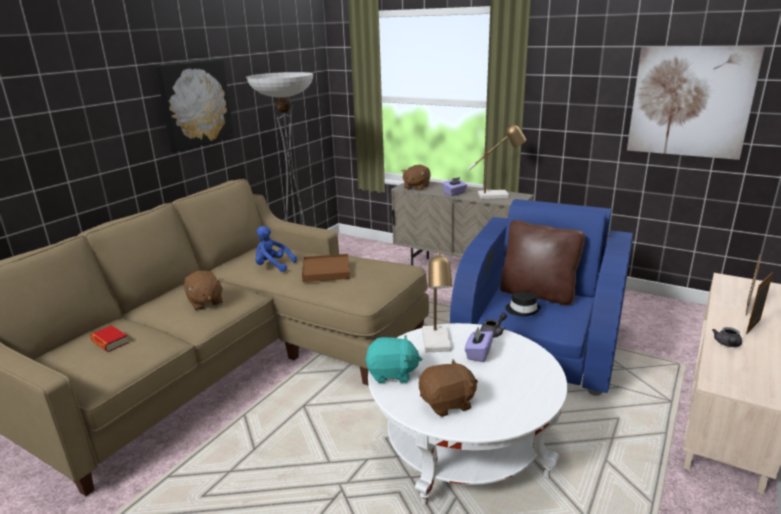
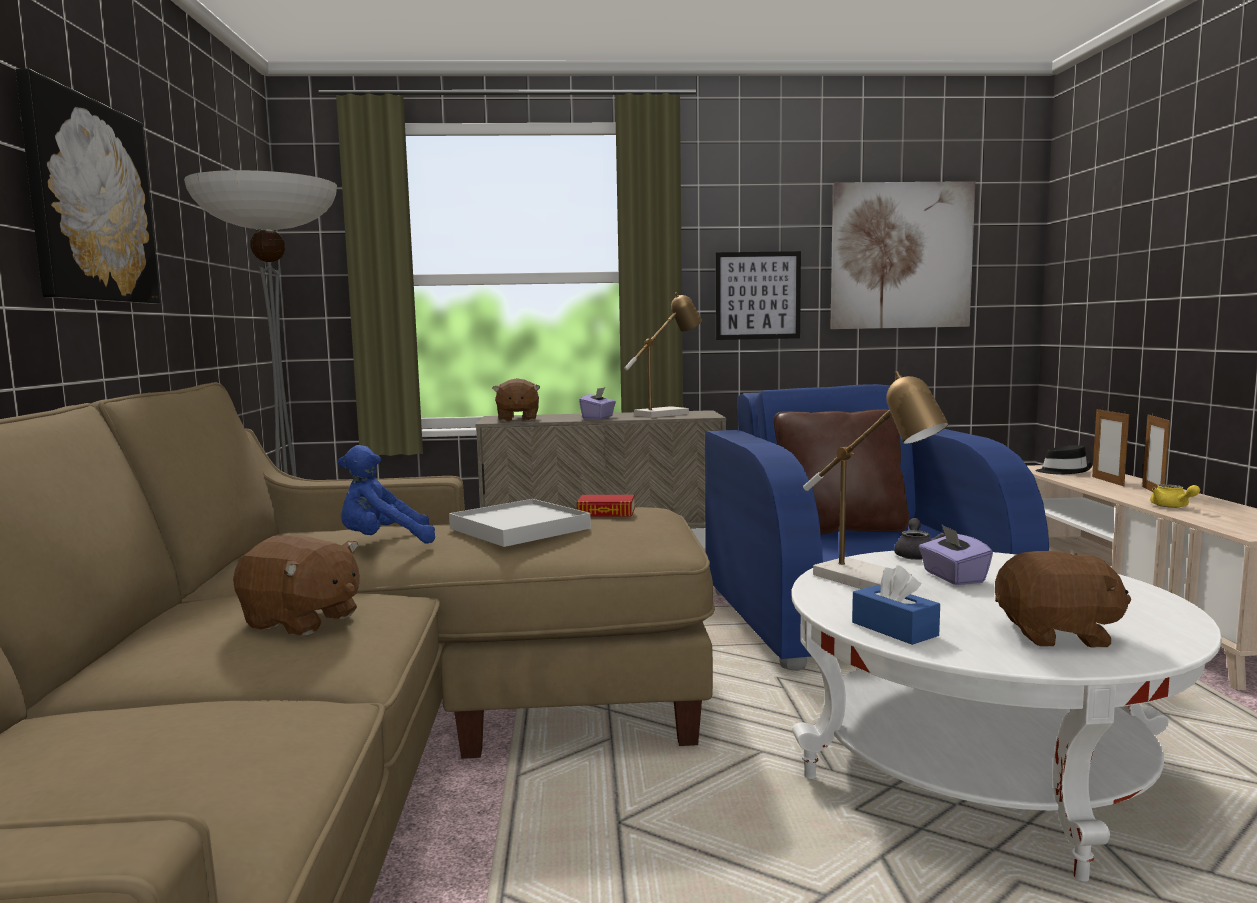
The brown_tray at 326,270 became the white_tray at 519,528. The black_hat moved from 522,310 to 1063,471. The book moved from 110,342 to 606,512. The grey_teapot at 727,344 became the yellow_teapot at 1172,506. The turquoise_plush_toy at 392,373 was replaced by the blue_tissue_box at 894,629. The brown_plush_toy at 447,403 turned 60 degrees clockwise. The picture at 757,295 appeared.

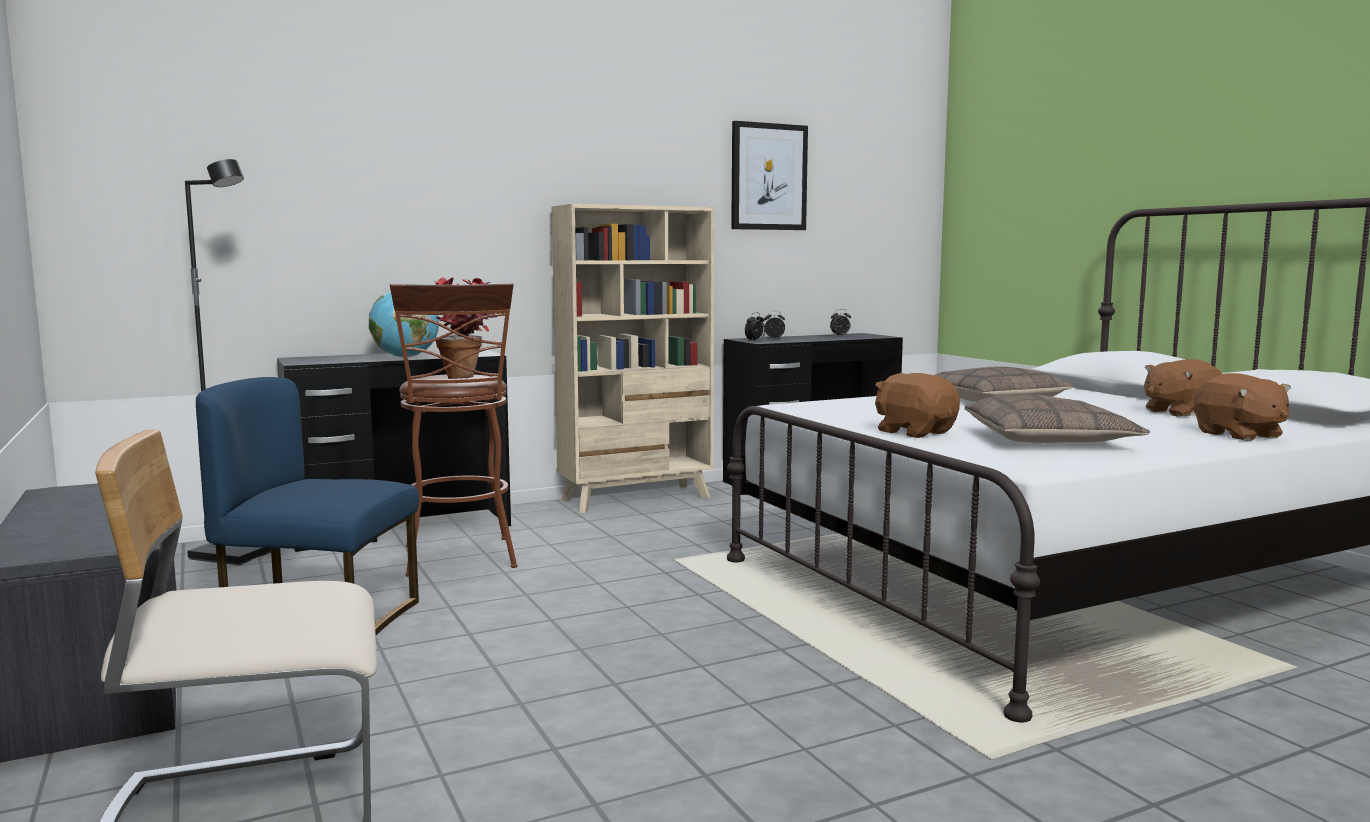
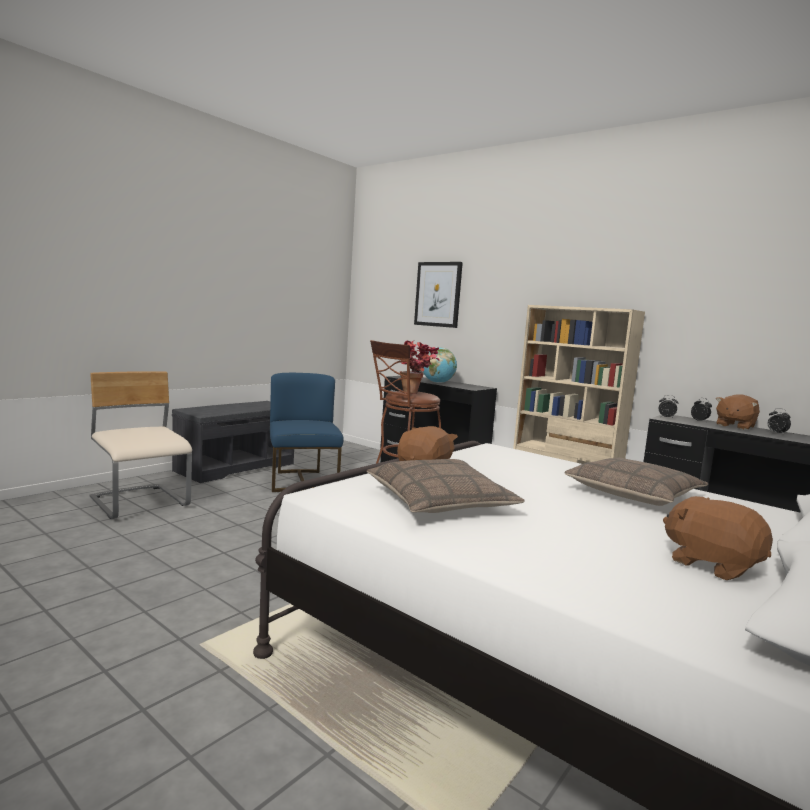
The picture moved from 768,177 to 438,294. The black_floor_lamp at 234,555 disappeared. The brown_plush_toy moved from 1239,435 to 734,426.

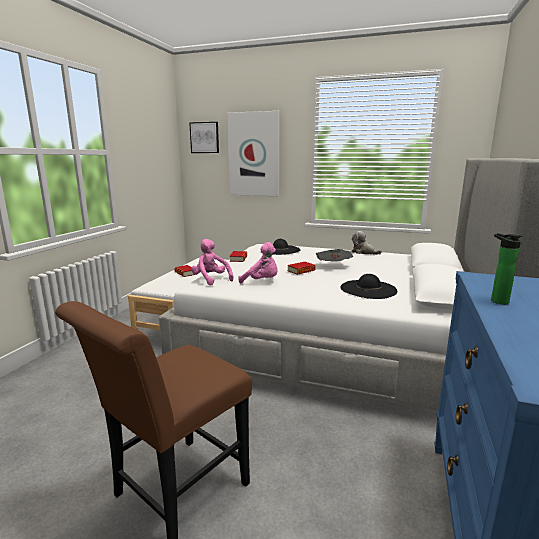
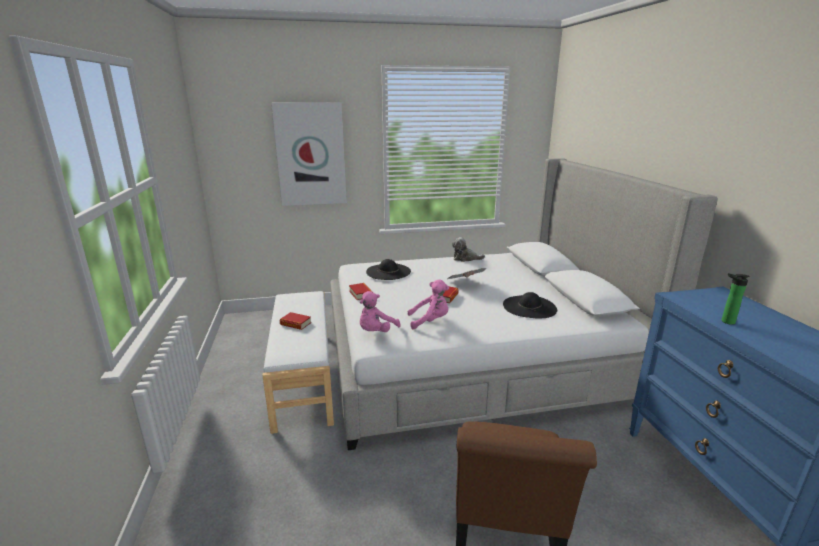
The picture at 204,137 disappeared. The pink_plush_toy at 211,279 turned 75 degrees counterclockwise.

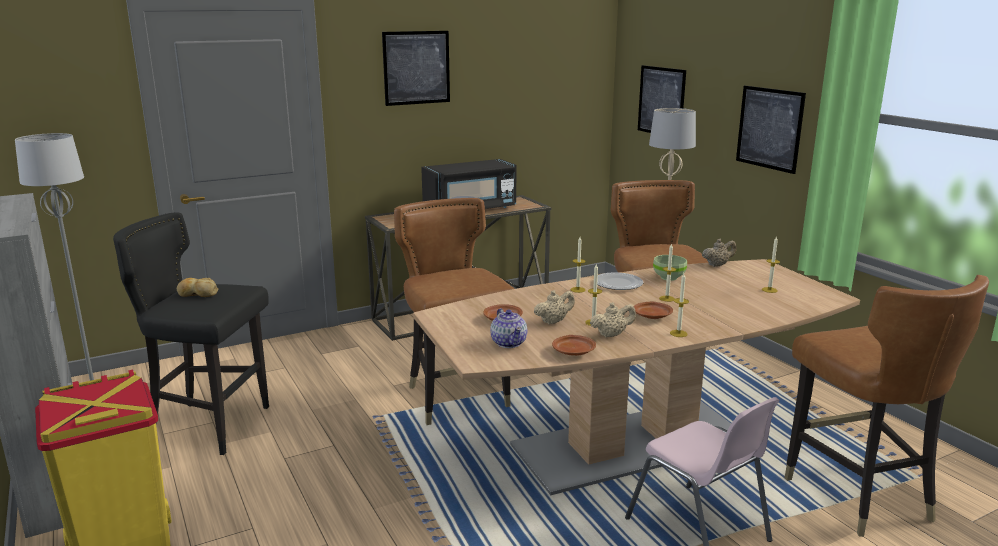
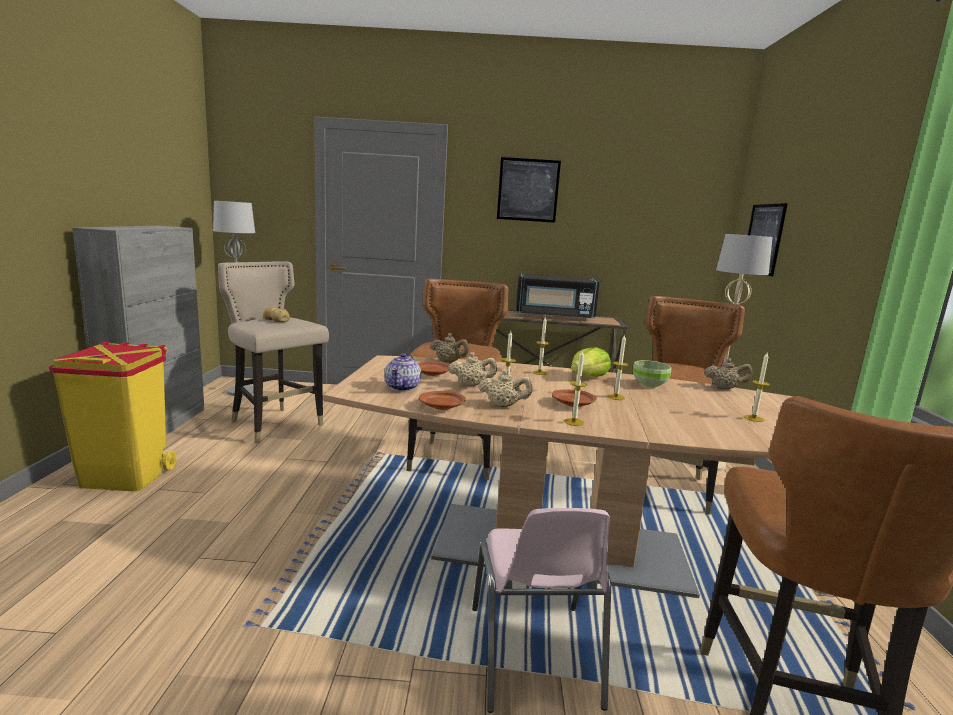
The picture at 769,128 disappeared. The black_stool at 212,425 became the beige_stool at 276,425. The plate at 618,283 was replaced by the lettuce at 588,377. The beige_teapot at 449,362 appeared.

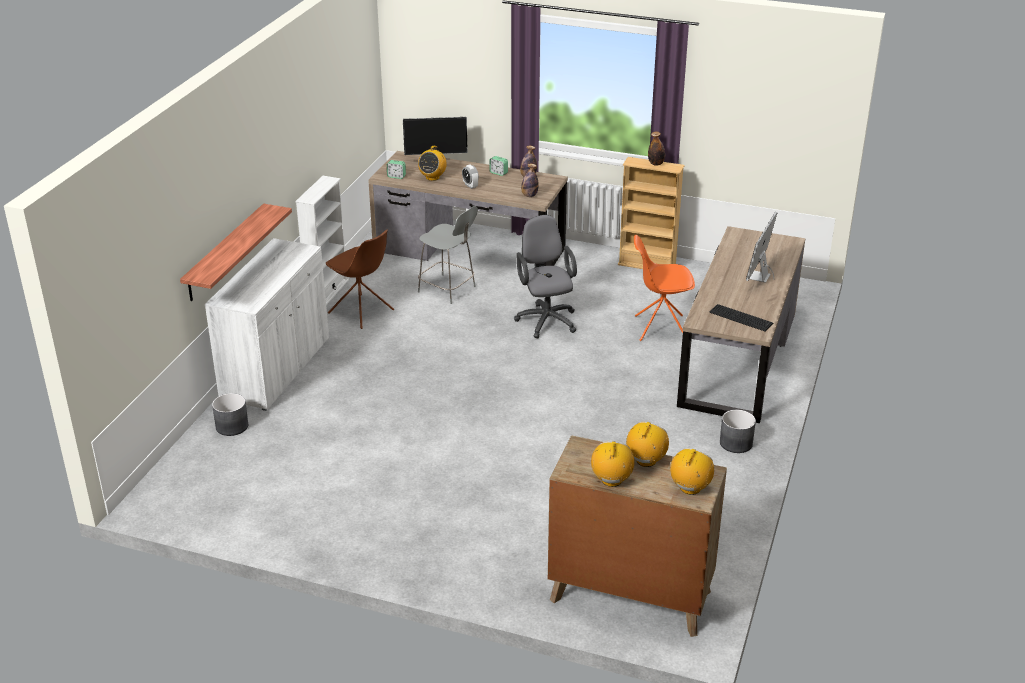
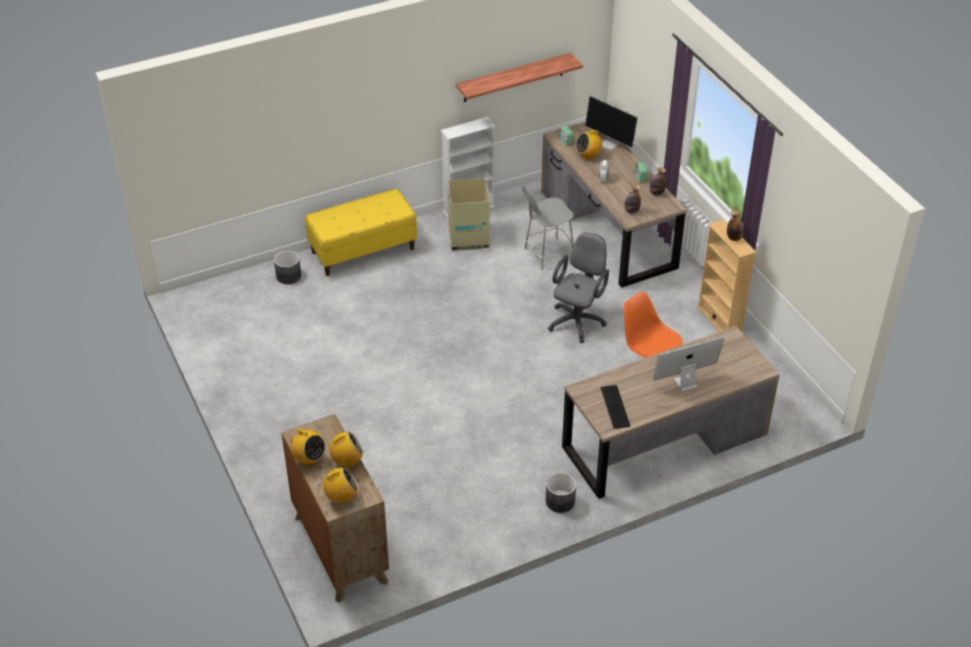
The shelf moved from 225,252 to 513,78. The grey_chair at 448,290 turned 75 degrees clockwise. The brown_chair at 362,312 was replaced by the cardboard_box at 468,238. The white_cabinet at 276,369 was replaced by the yellow_bench at 363,250. The radio at 611,480 turned 75 degrees clockwise.

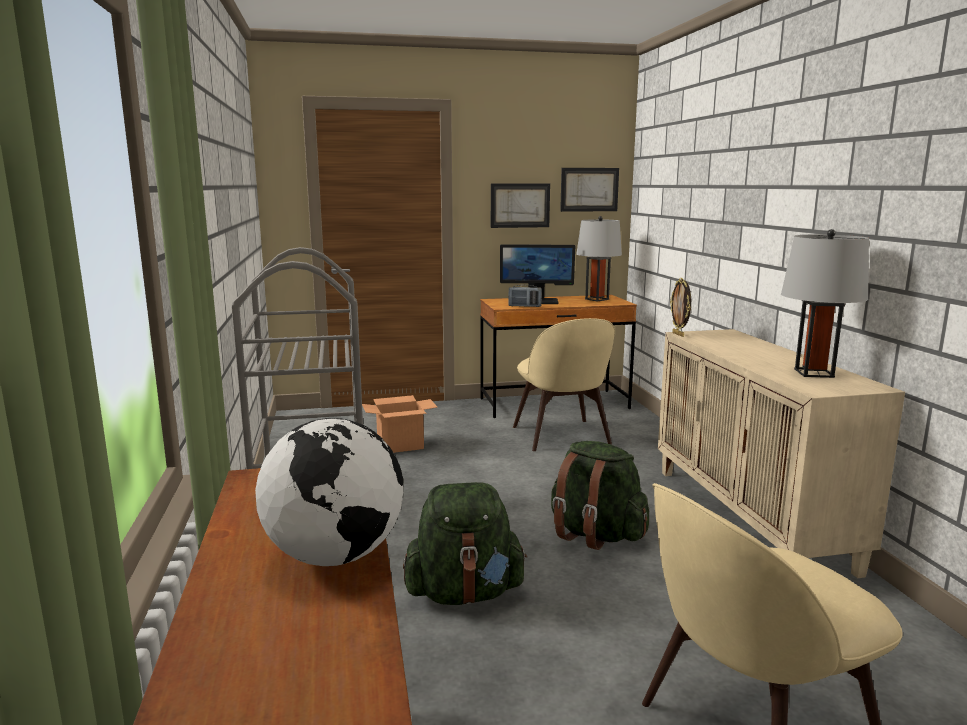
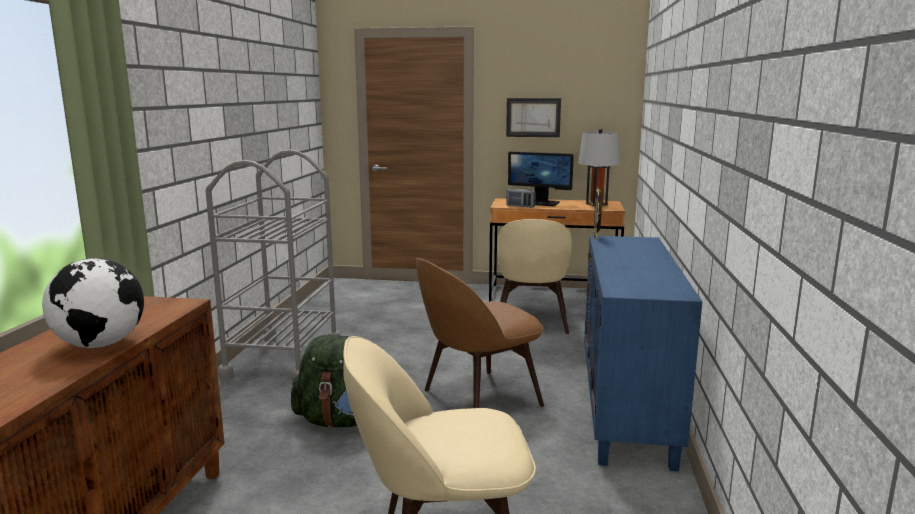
The picture at 589,189 disappeared. The grey_table_lamp at 814,373 disappeared. The beige_cabinet at 750,518 became the blue_cabinet at 627,409. The cardboard_box at 401,446 disappeared. The green_backpack at 595,534 was replaced by the brown_chair at 477,399.

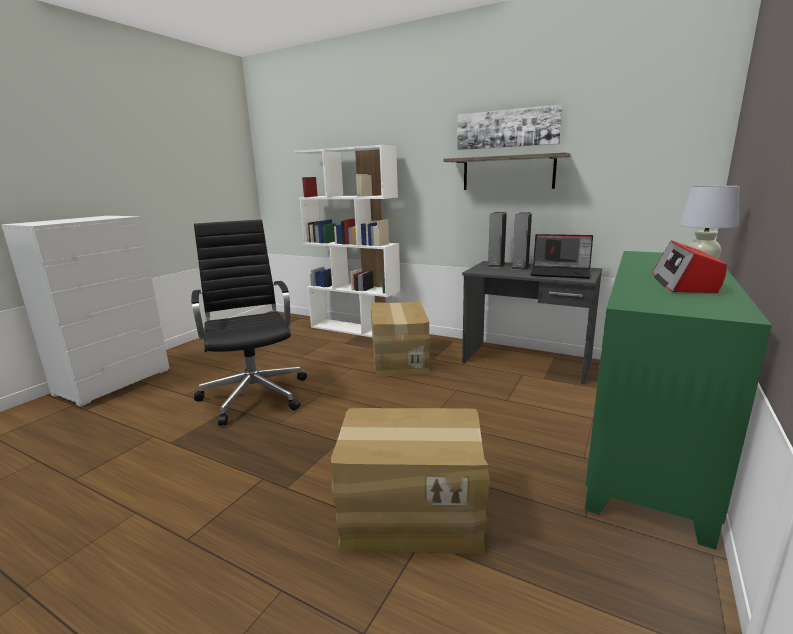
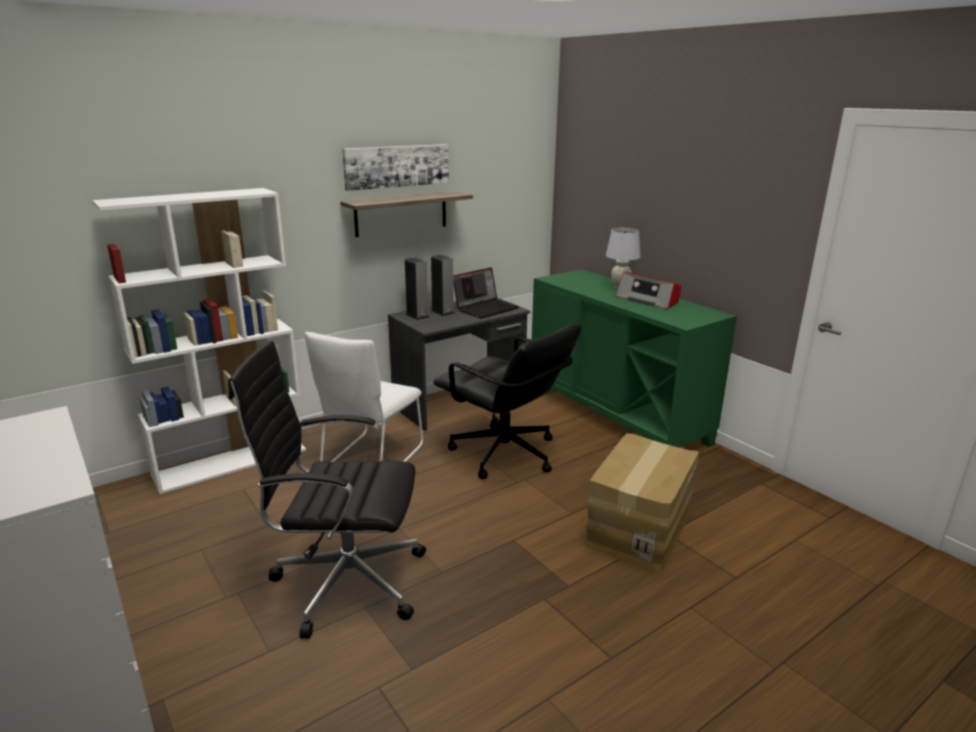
The cardboard_box at 398,359 was replaced by the white_chair at 370,460. The black_office_chair at 505,454 appeared.

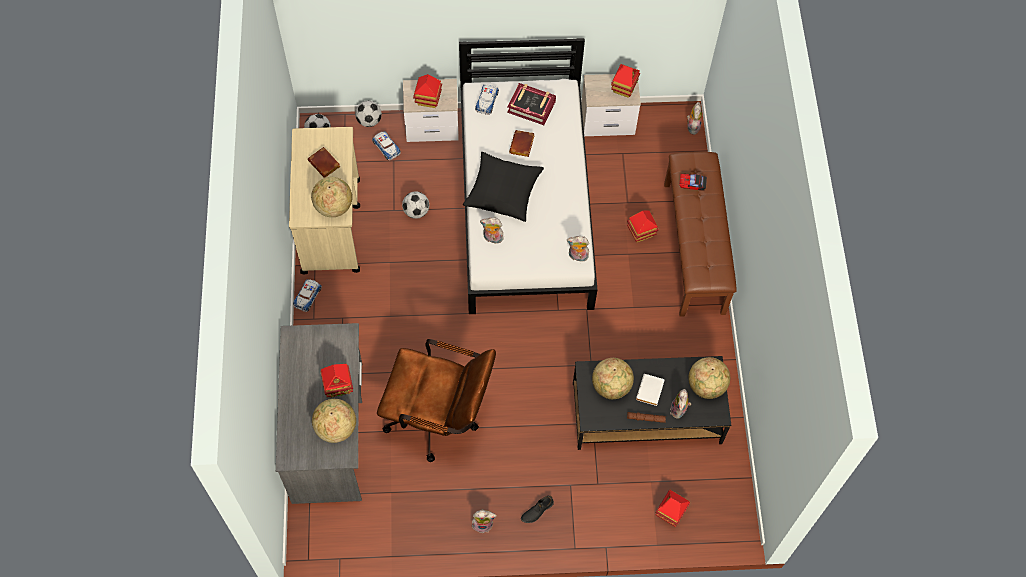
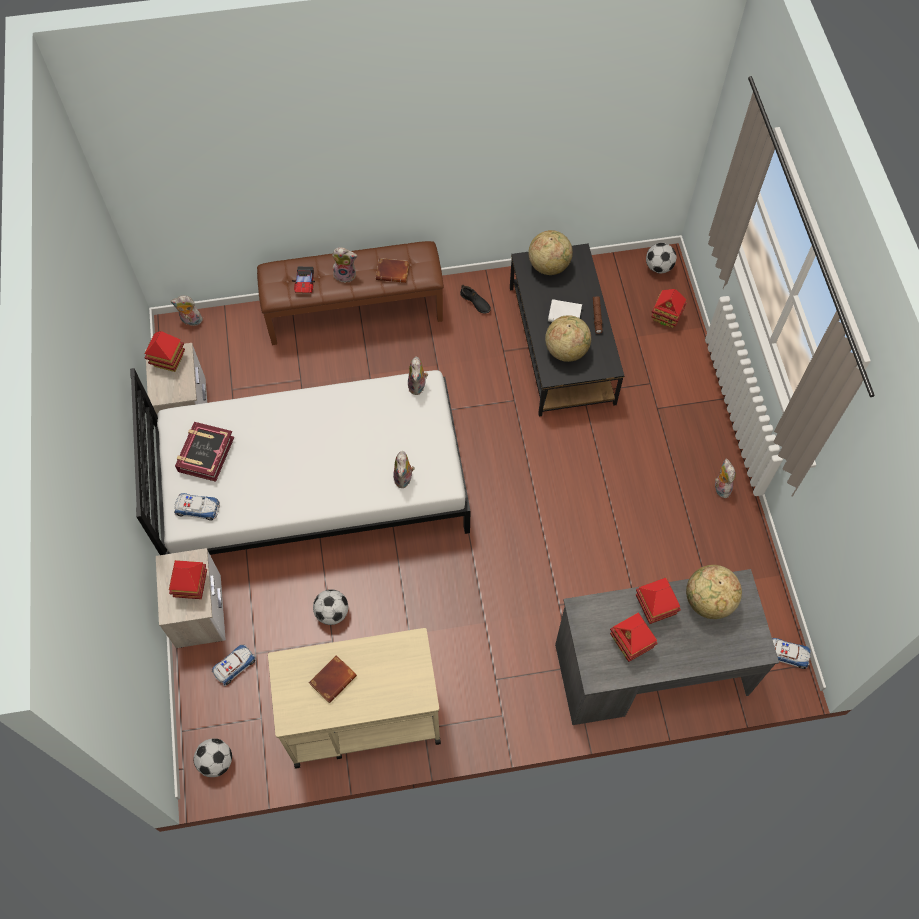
The football moved from 369,121 to 658,267. The brown_book moved from 522,146 to 393,272. The black_pillow at 503,191 disappeared. The globe at 333,207 disappeared. The toy_house moved from 641,233 to 630,643. The toy_car moved from 307,296 to 787,654. The brown_office_chair at 439,419 disappeared. The plush_toy moved from 679,410 to 346,274. The black_shoe moved from 537,510 to 475,302.

